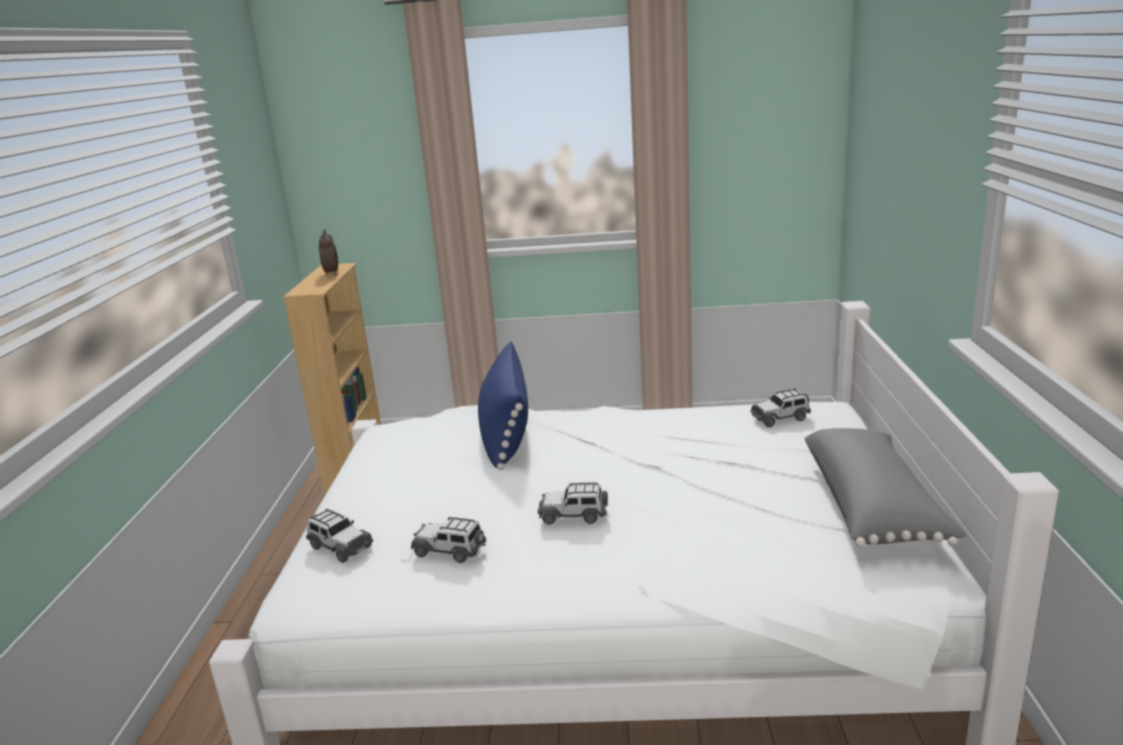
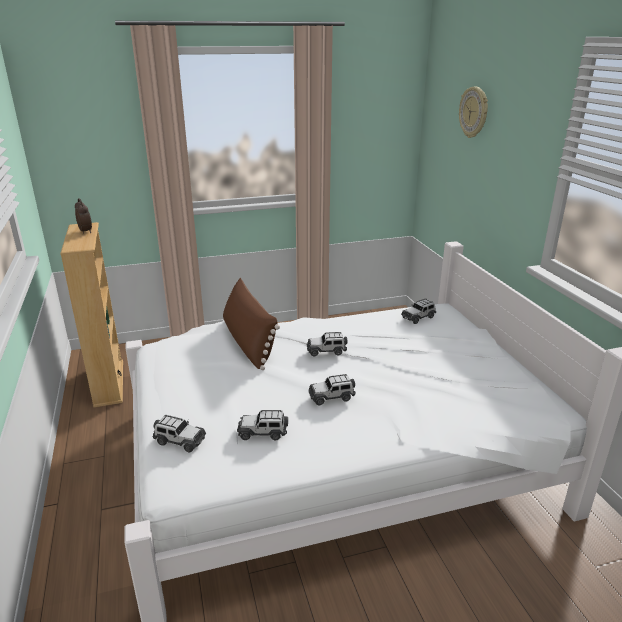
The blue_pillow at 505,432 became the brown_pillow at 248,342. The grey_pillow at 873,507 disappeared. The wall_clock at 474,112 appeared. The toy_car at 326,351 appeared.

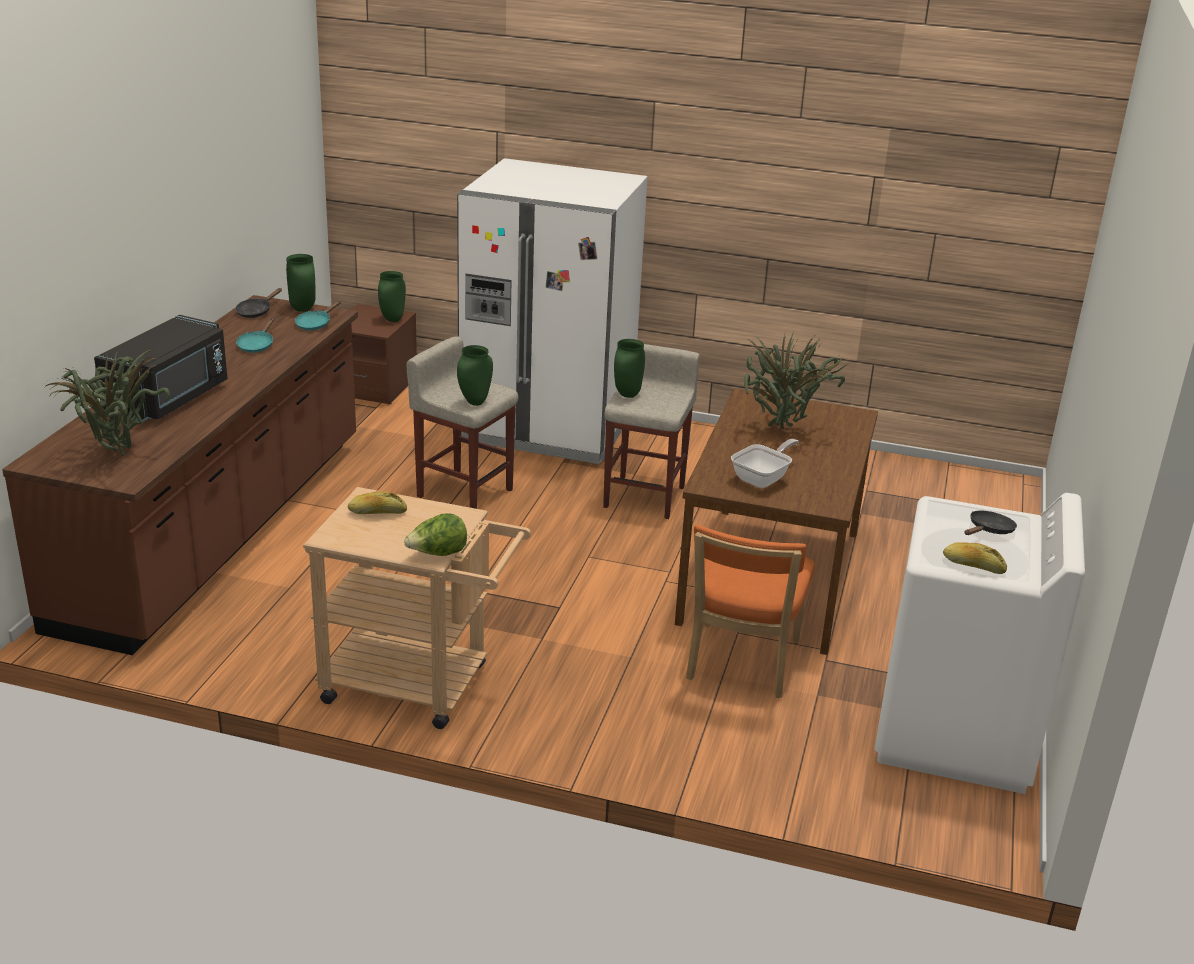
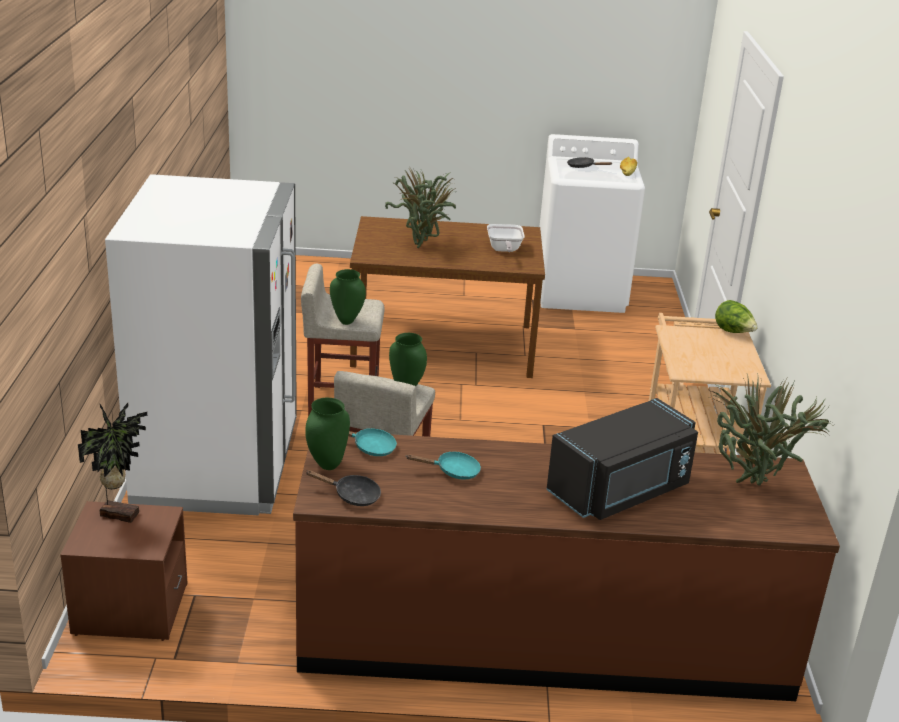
The green_vase at 393,320 was replaced by the potted_plant at 120,513. The black_microwave at 170,398 turned 135 degrees clockwise. The frying_pan at 763,478 turned 120 degrees counterclockwise. The bread at 377,512 disappeared. The orange_chair at 740,664 disappeared.

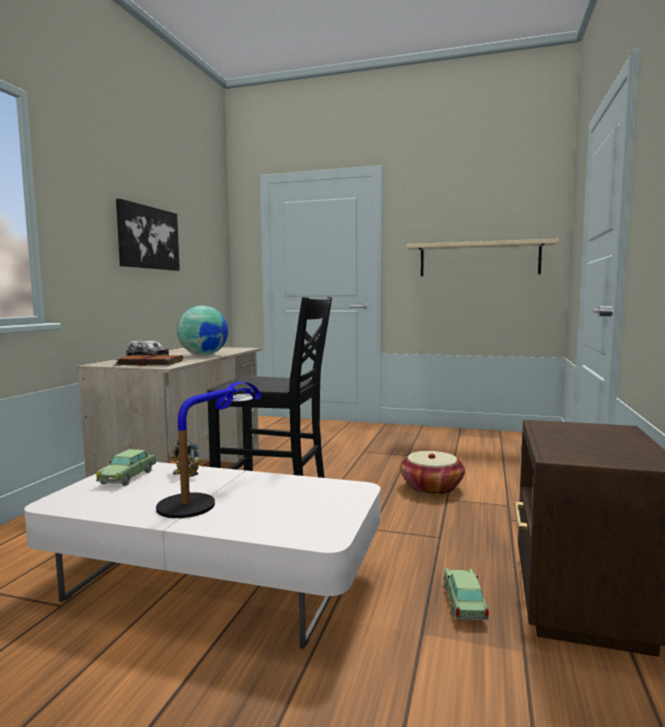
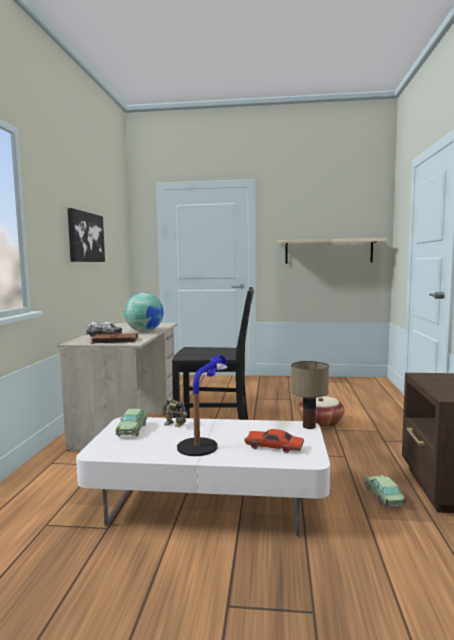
The table_lamp at 309,426 appeared. The red_toy_car at 274,447 appeared.

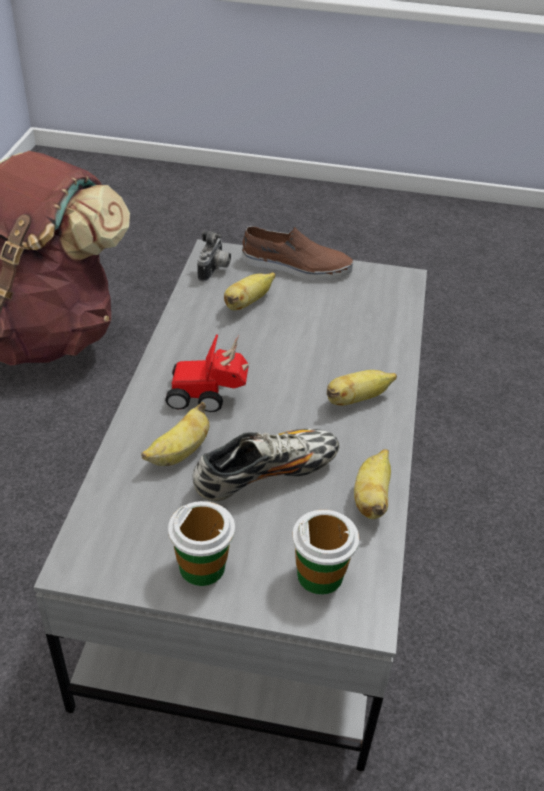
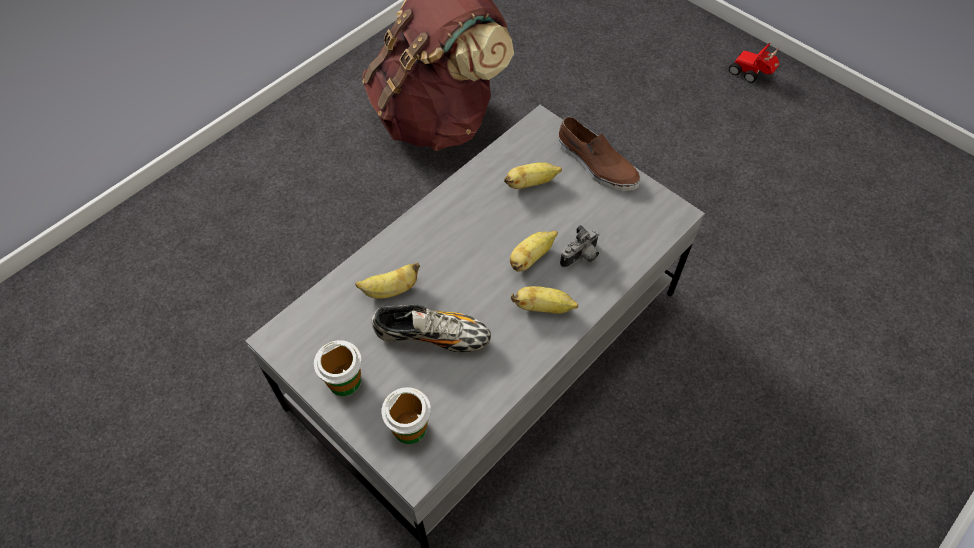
The photo_camera moved from 215,270 to 581,257. The toy_car moved from 209,395 to 752,74. The banana moved from 371,498 to 531,258.

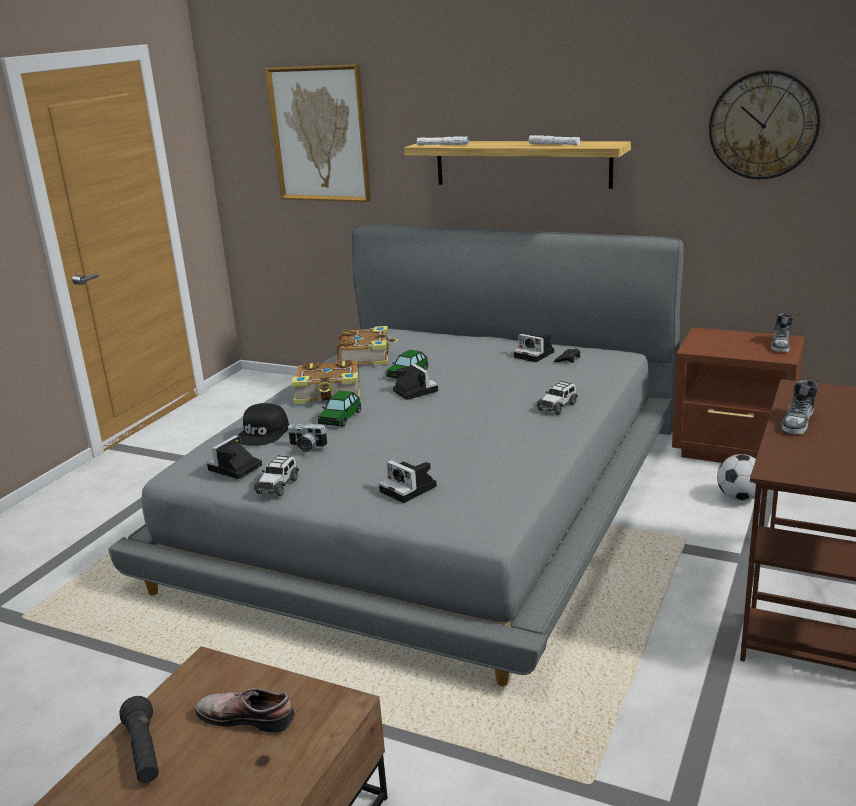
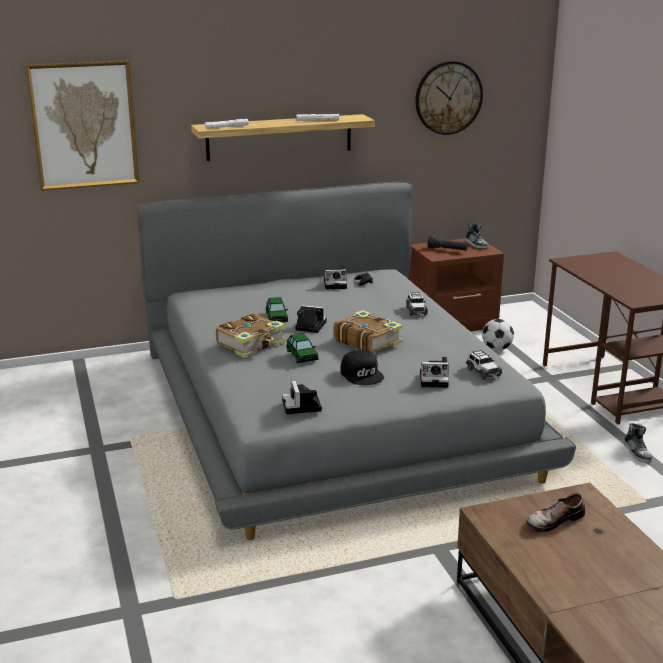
The book moved from 366,356 to 367,341. The shoe moved from 798,422 to 637,452. The black_cap moved from 264,433 to 362,374. The photo_camera at 306,447 disappeared. The toy_car moved from 278,485 to 483,372. The black_flashlight moved from 144,752 to 447,250.

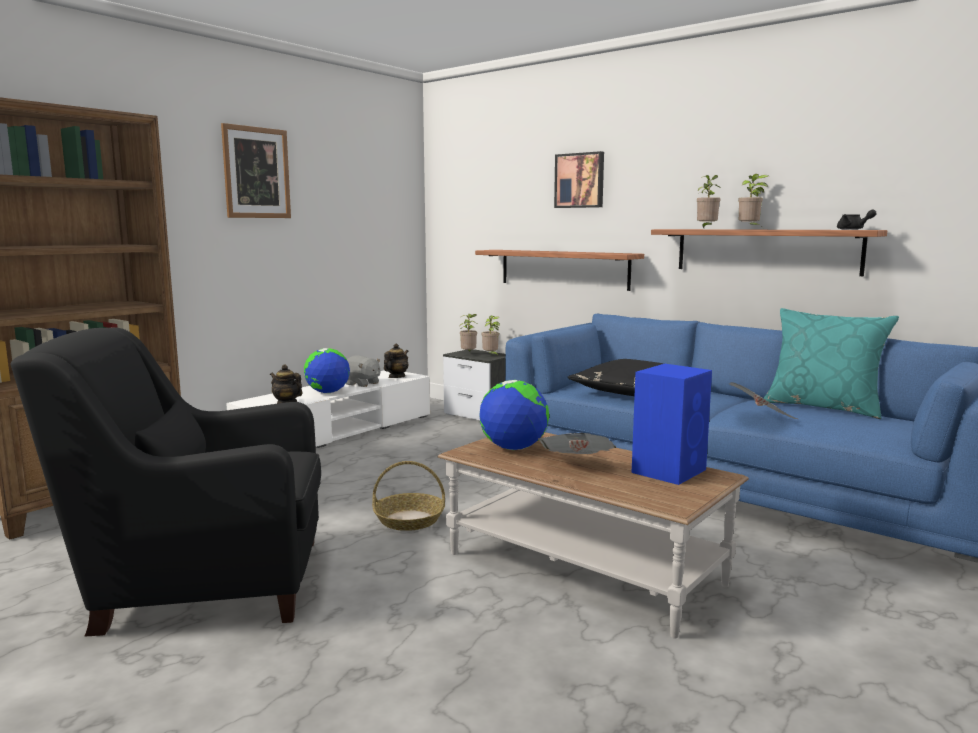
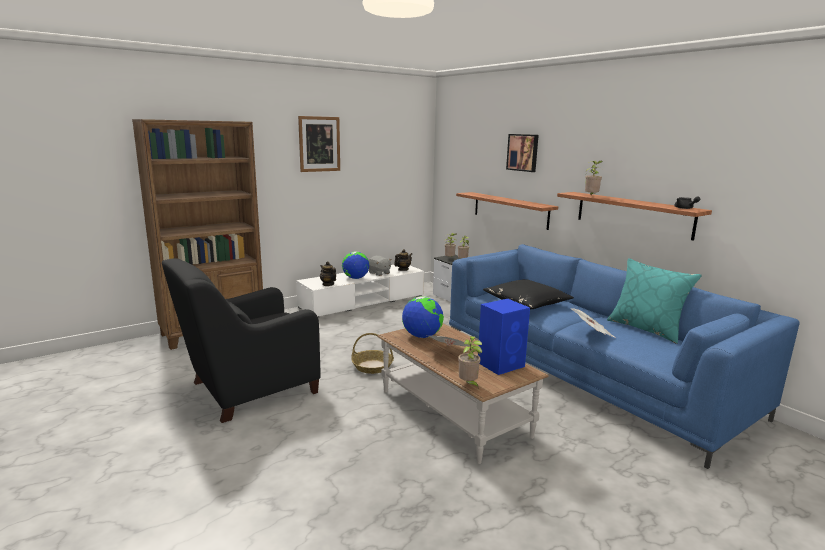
The potted_plant moved from 750,229 to 468,384. The black_armchair at 204,583 turned 45 degrees counterclockwise.

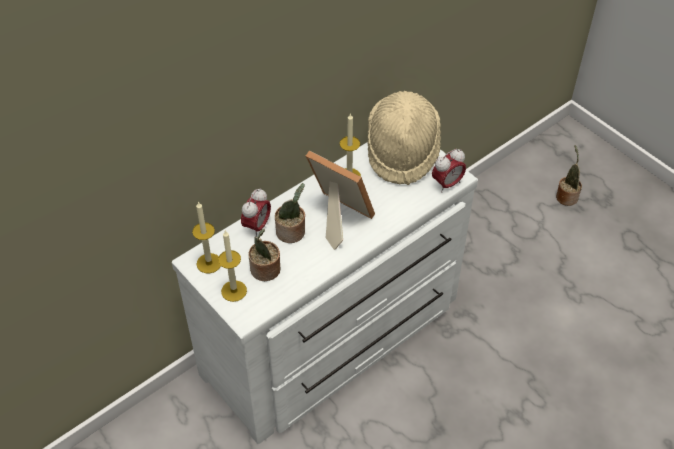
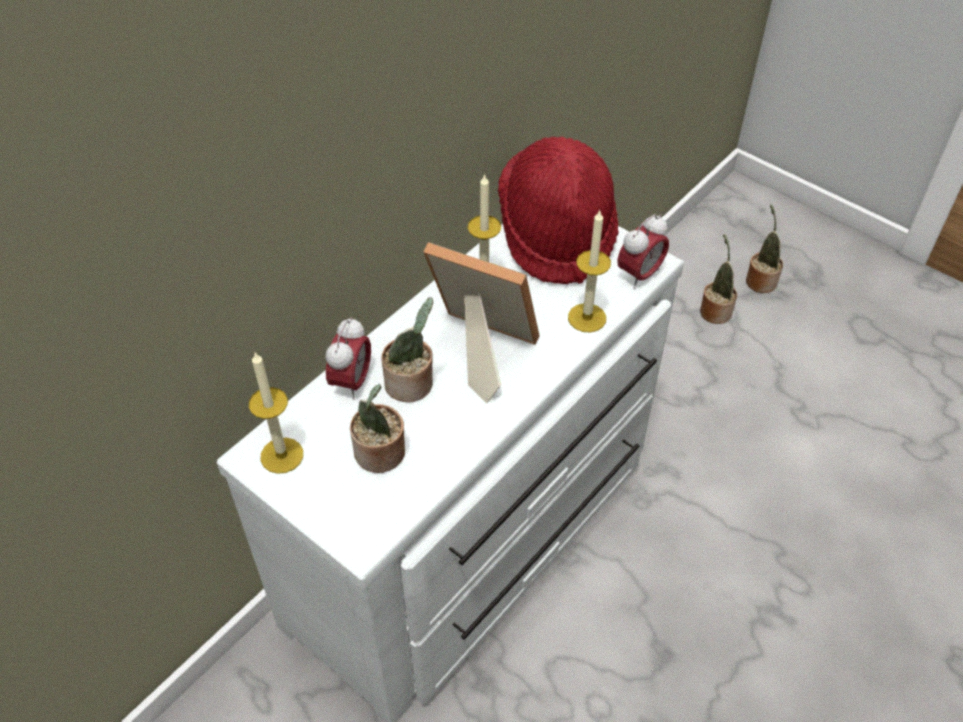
The beige_hat at 402,150 became the red_hat at 557,232. The candle moved from 234,291 to 587,318. The potted_plant at 715,310 appeared.

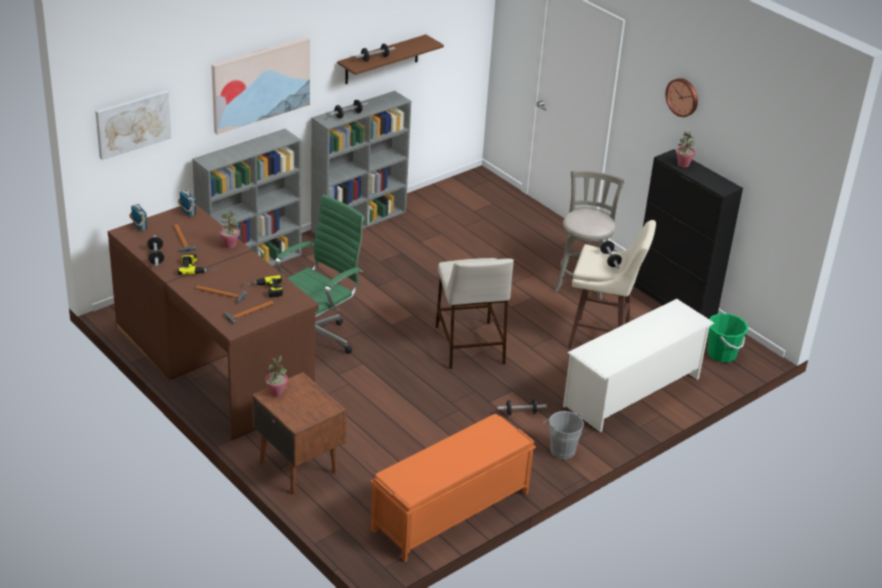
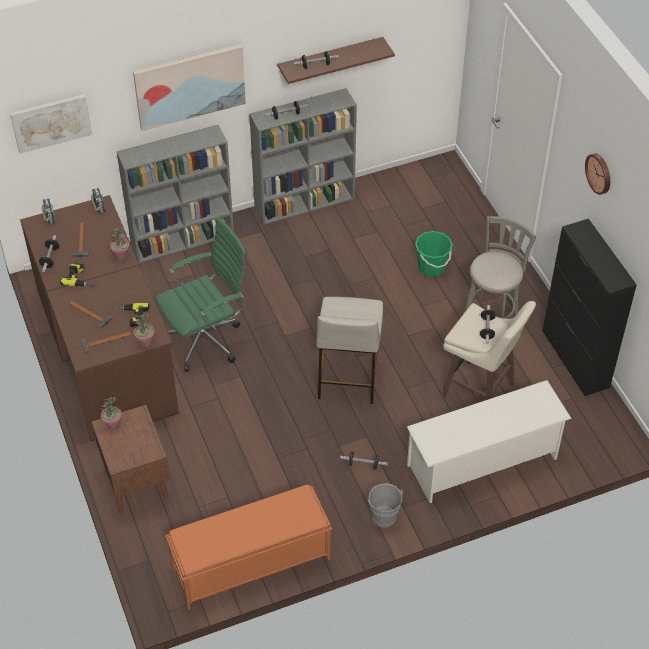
The potted_plant moved from 683,164 to 145,342. The green_bucket moved from 721,354 to 431,267.

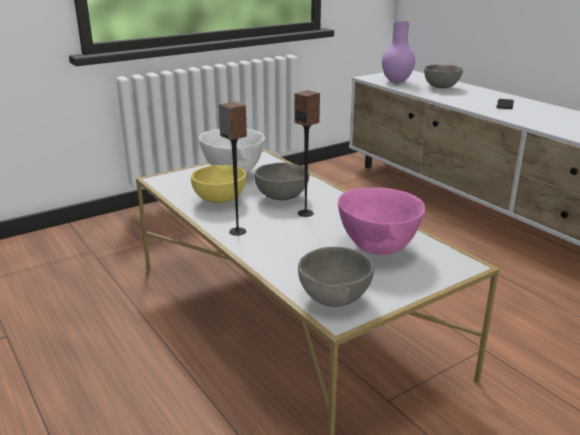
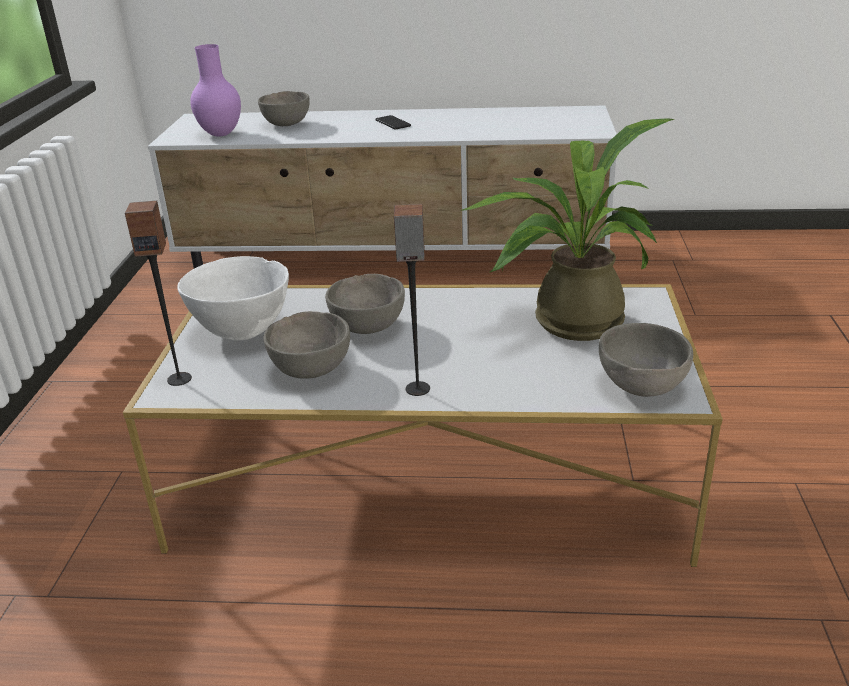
The speaker moved from 305,213 to 179,379. The yellow_bowl at 221,200 became the grey_bowl at 312,370. The pink_bowl at 379,248 was replaced by the potted_plant at 567,322.

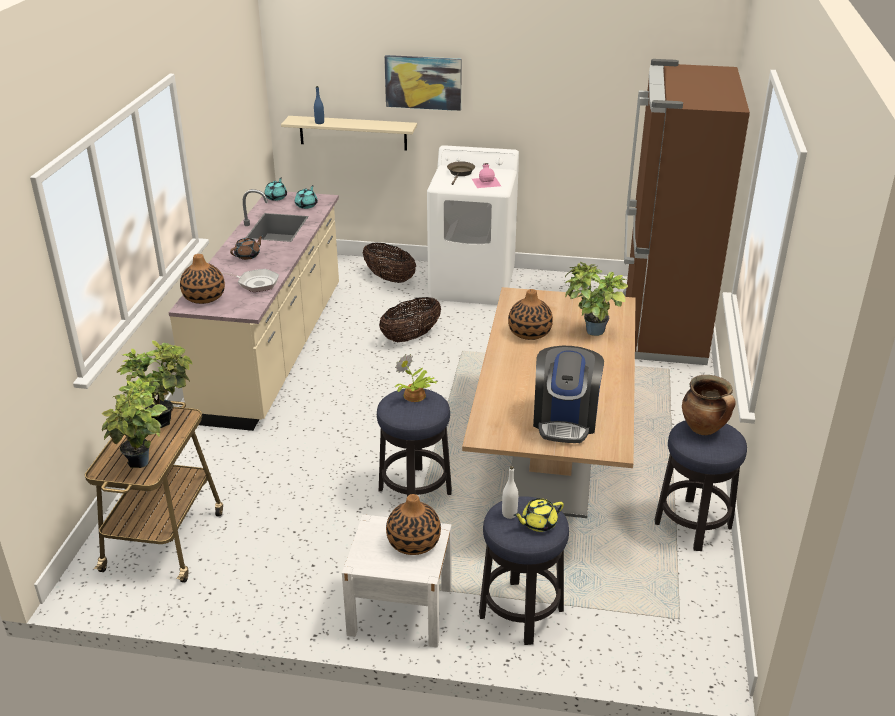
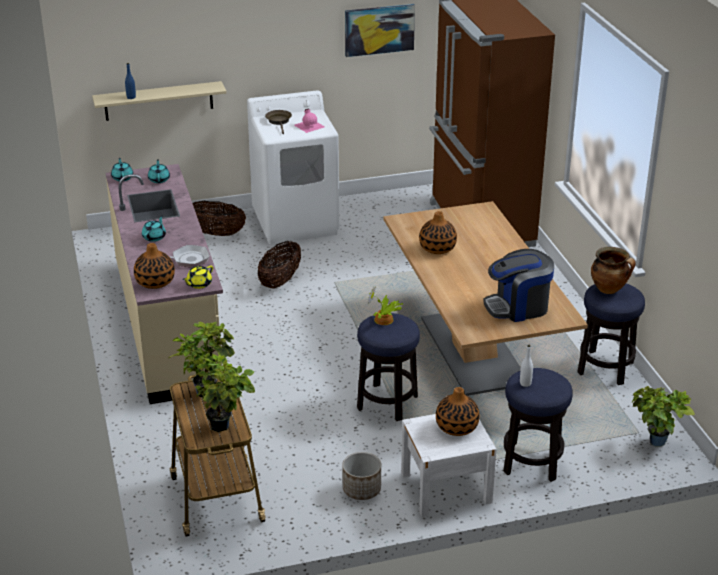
The picture moved from 423,82 to 379,29. The brown_teapot at 248,255 became the turquoise_teapot at 154,237. The potted_plant moved from 590,333 to 654,444. The coffee_machine at 565,420 turned 90 degrees clockwise. The yellow_teapot moved from 538,523 to 199,284. The planter at 361,489 appeared.

